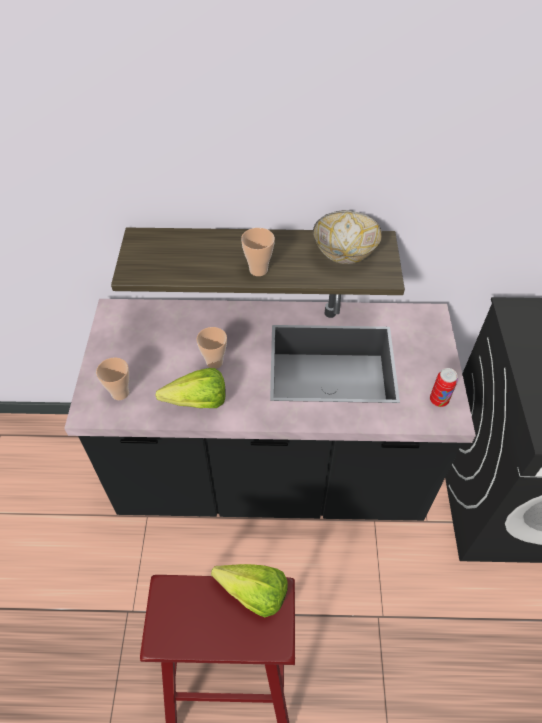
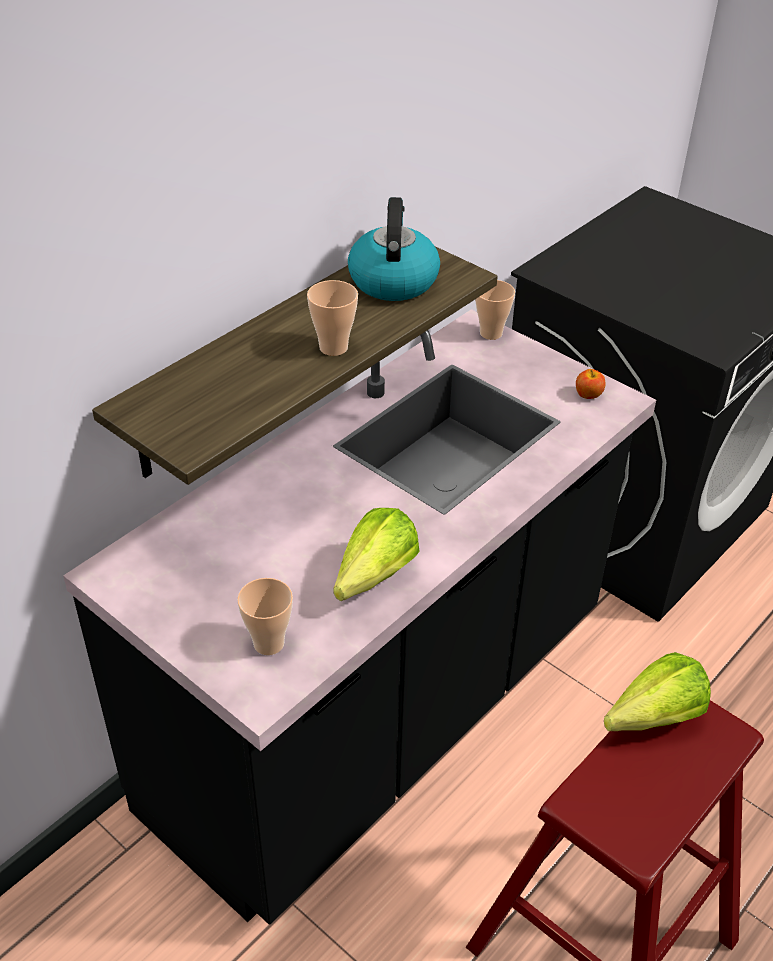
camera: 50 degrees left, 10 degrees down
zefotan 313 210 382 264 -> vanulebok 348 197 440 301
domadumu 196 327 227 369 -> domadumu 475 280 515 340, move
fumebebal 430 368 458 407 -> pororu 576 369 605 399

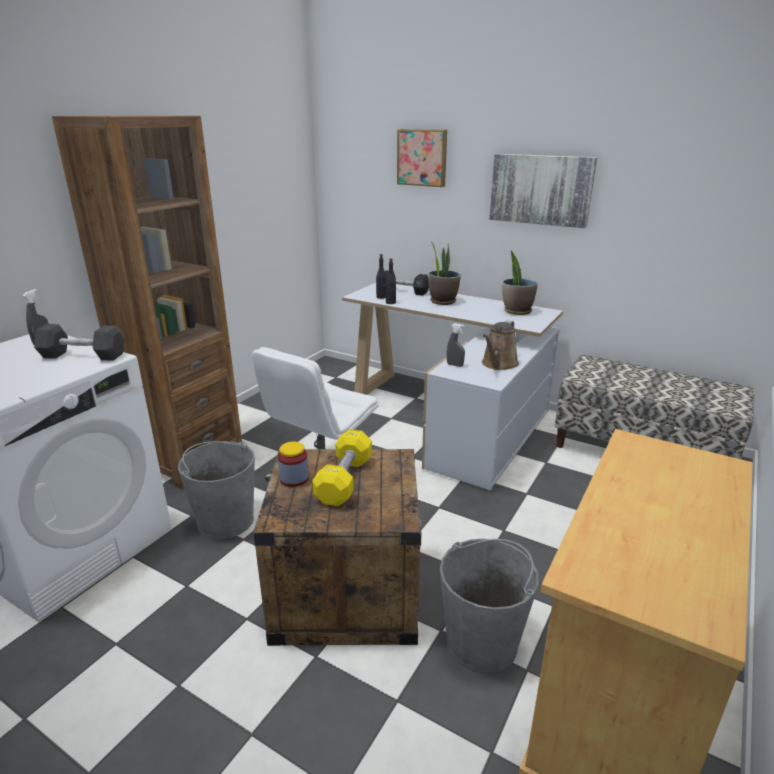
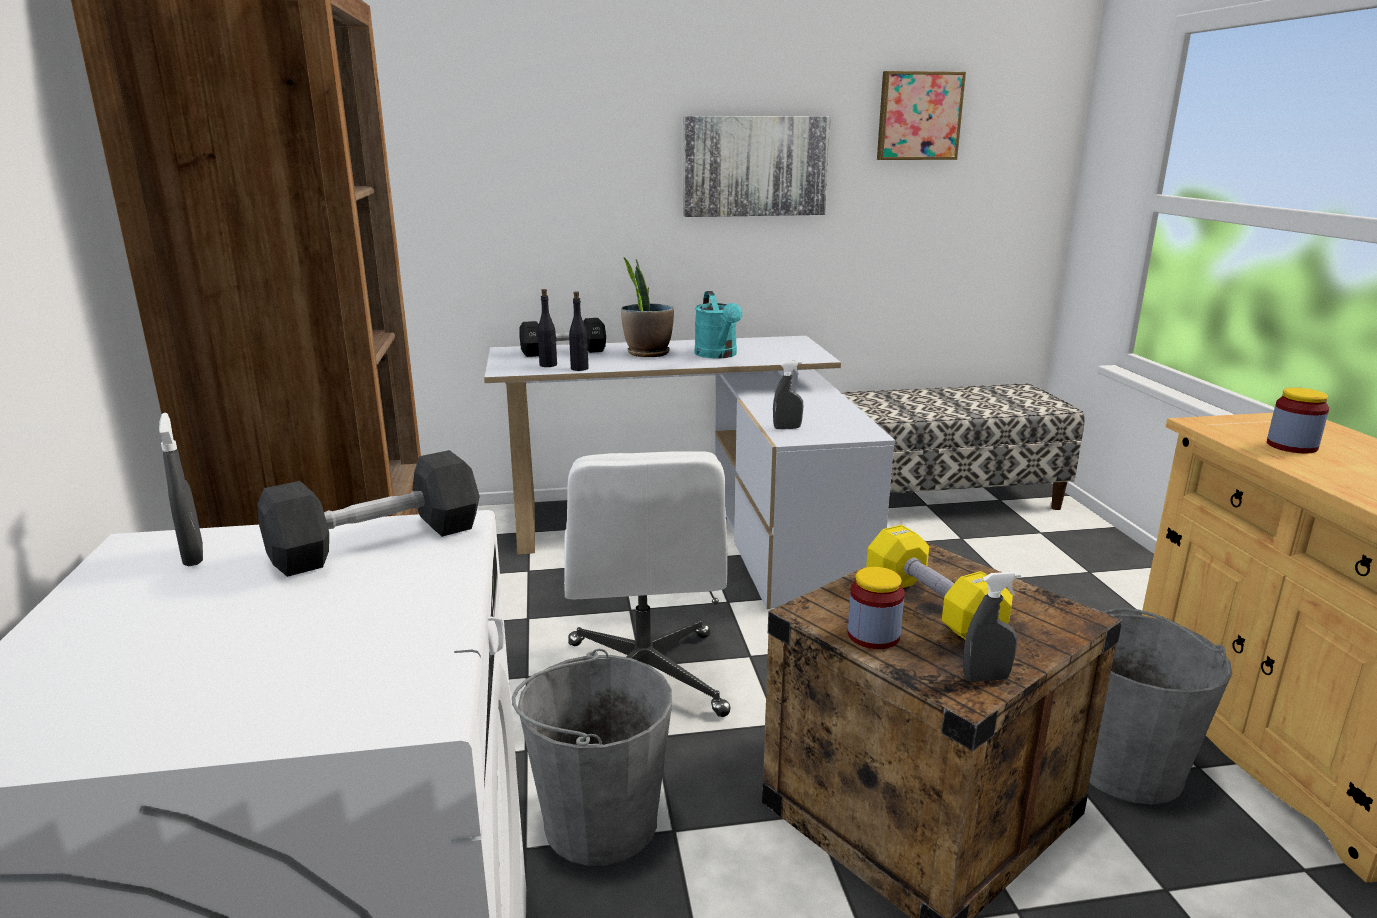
camera: 40 degrees left, 5 degrees down
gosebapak 397 129 447 187 -> gosebapak 877 71 966 160, move
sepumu 502 250 538 315 -> none
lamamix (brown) 482 321 519 370 -> none
none -> lamamix (turquoise) 695 291 742 359
none -> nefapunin 1267 388 1329 454
none -> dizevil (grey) 963 572 1021 682

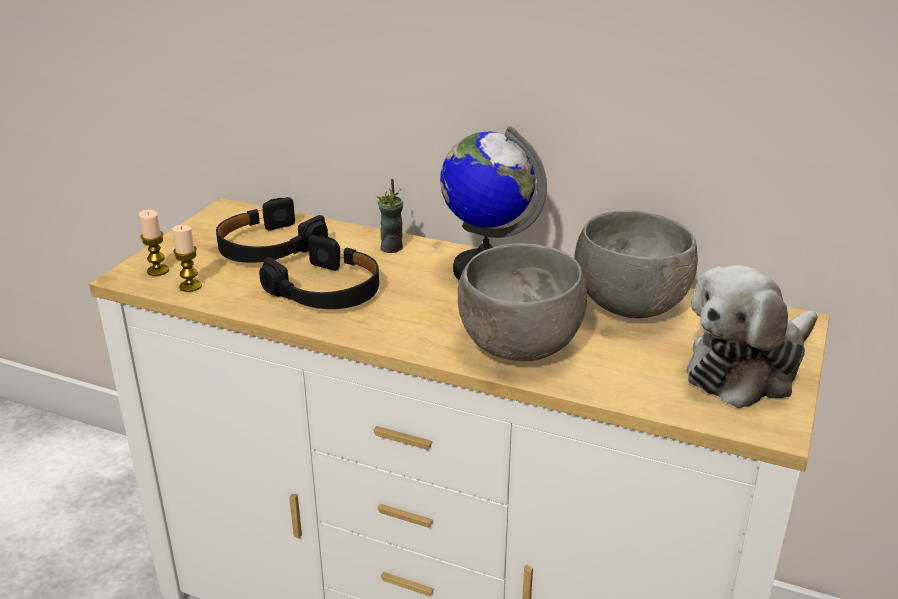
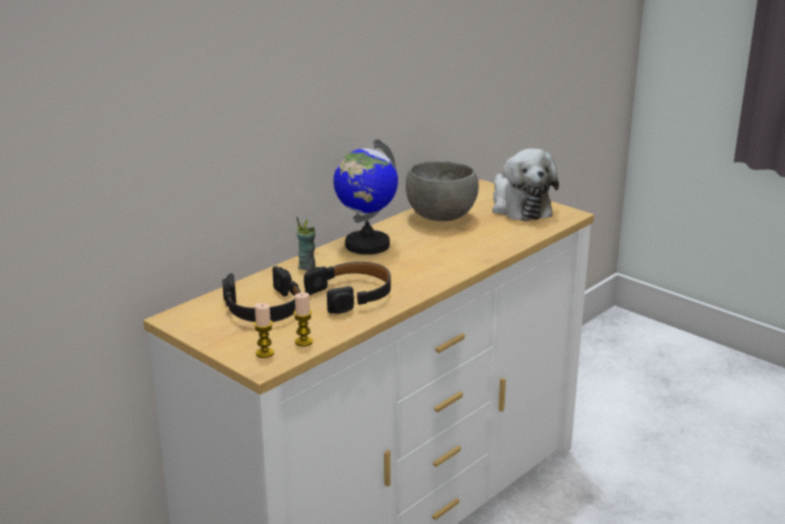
camera: 70 degrees left, 5 degrees down
zefotan (grey) 458 243 587 361 -> none

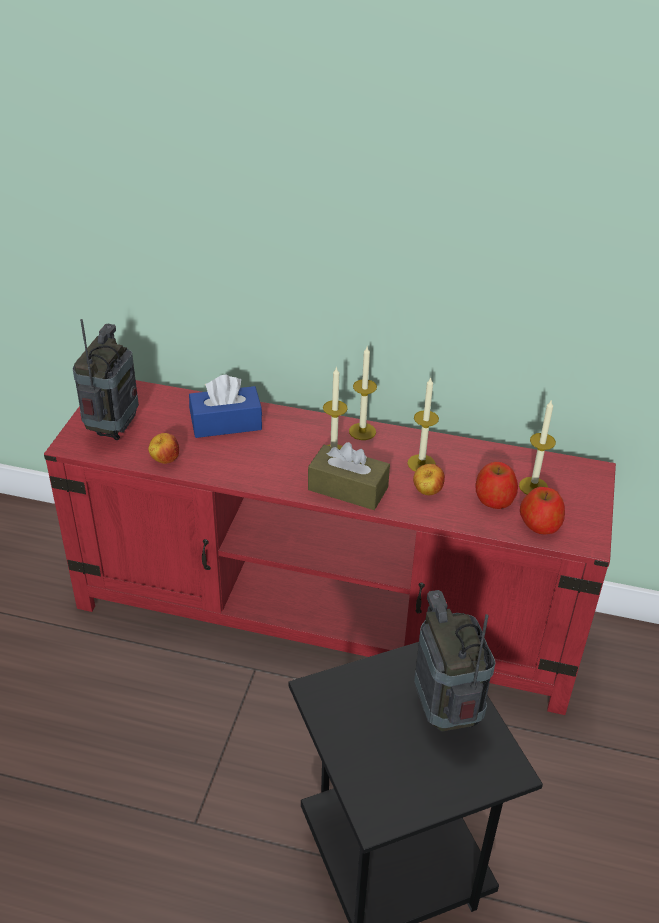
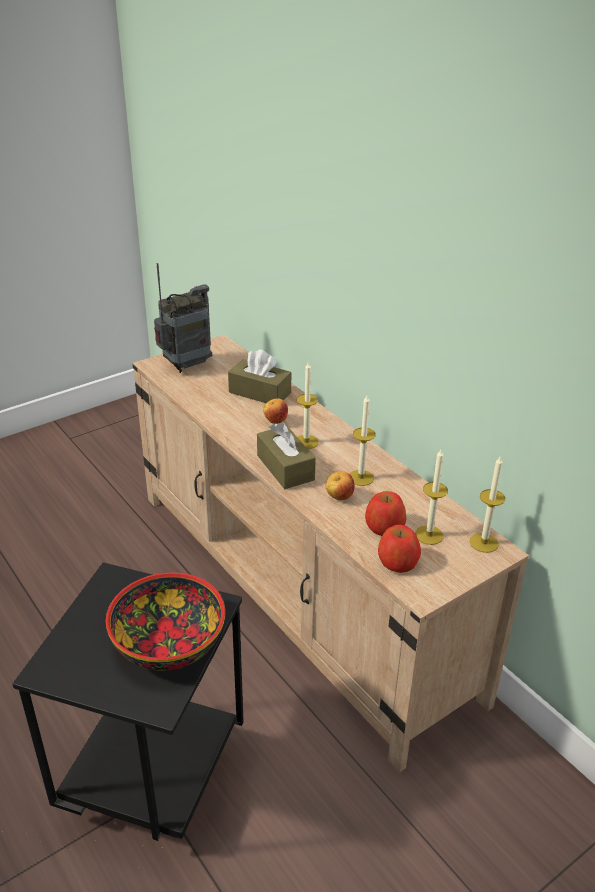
camera: 40 degrees right, 5 degrees down
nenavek 349 347 377 440 -> nenavek 470 457 505 553, move
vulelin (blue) 189 374 262 438 -> vulelin (brown) 228 349 291 403
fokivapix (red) 44 380 616 715 -> fokivapix (beige) 133 335 529 773
pororu 148 433 179 464 -> pororu 263 398 288 424, move
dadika 414 590 495 732 -> zefotan 106 573 225 671

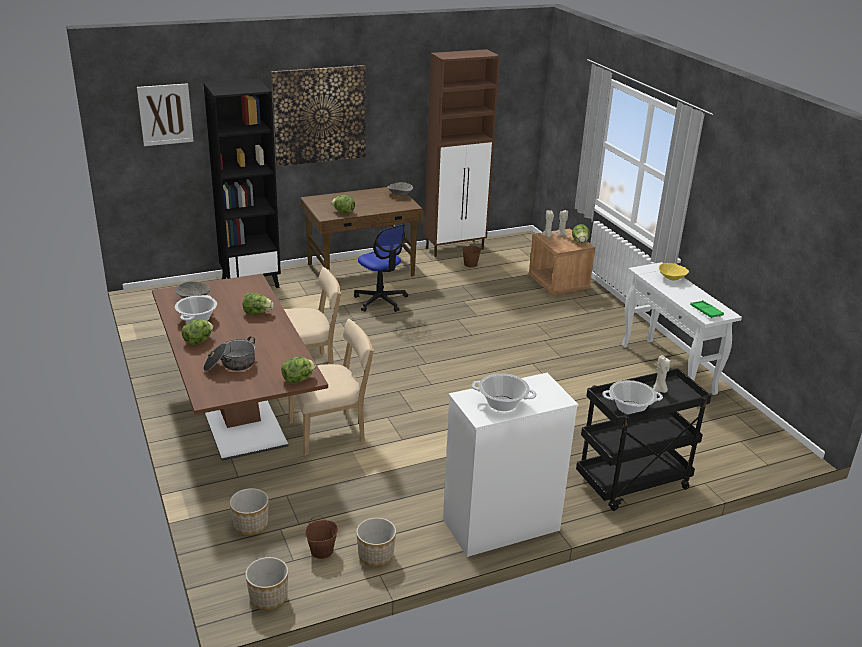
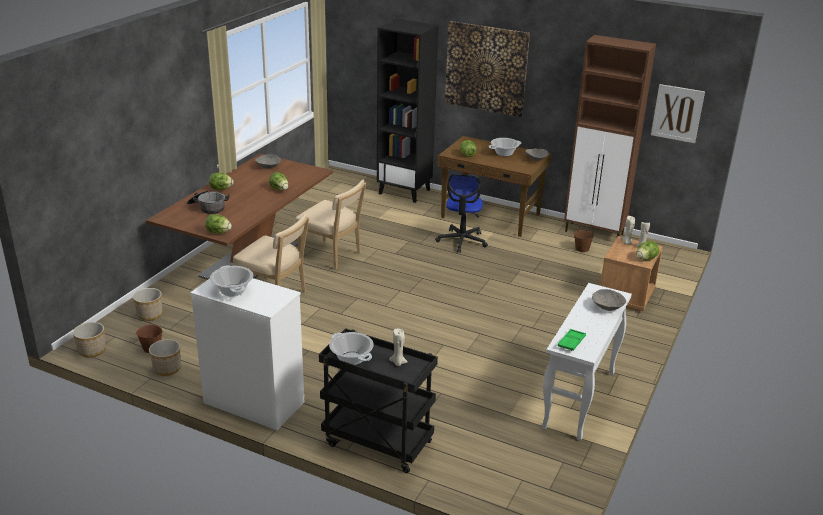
camera: 50 degrees right, 0 degrees up
gosebapak 137 83 194 146 -> gosebapak 651 84 705 143, move
zefotan (yellow) 659 263 689 281 -> zefotan (grey) 592 289 626 311
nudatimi 175 295 217 323 -> nudatimi 489 138 521 156, move

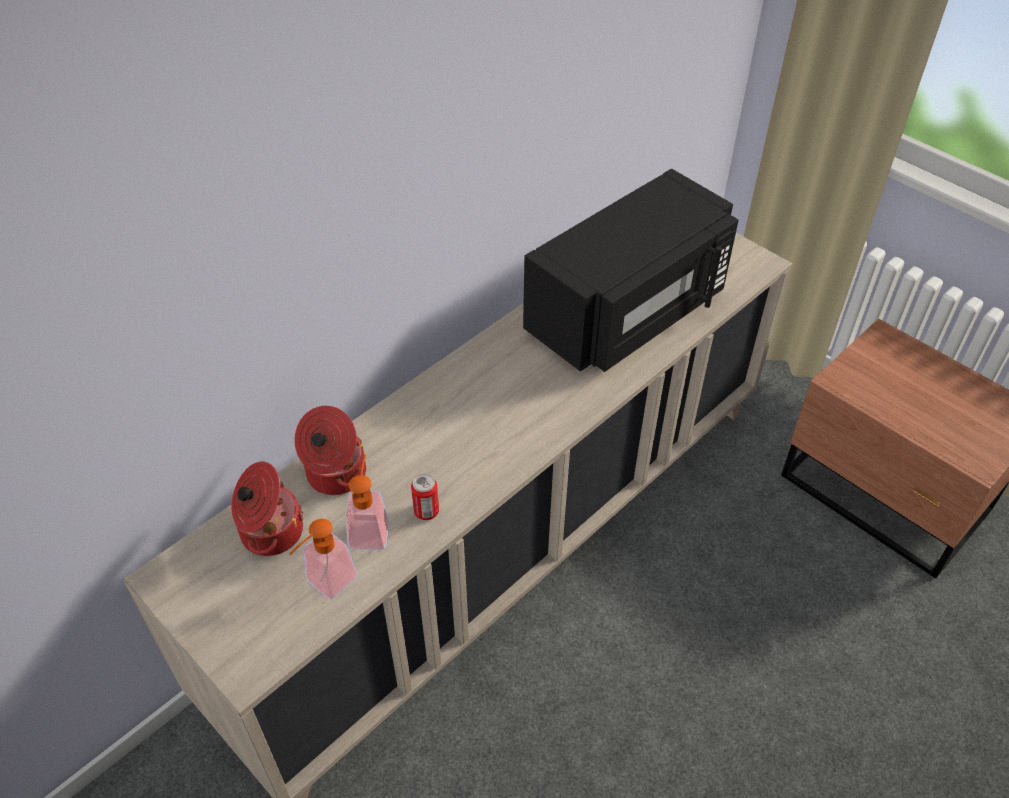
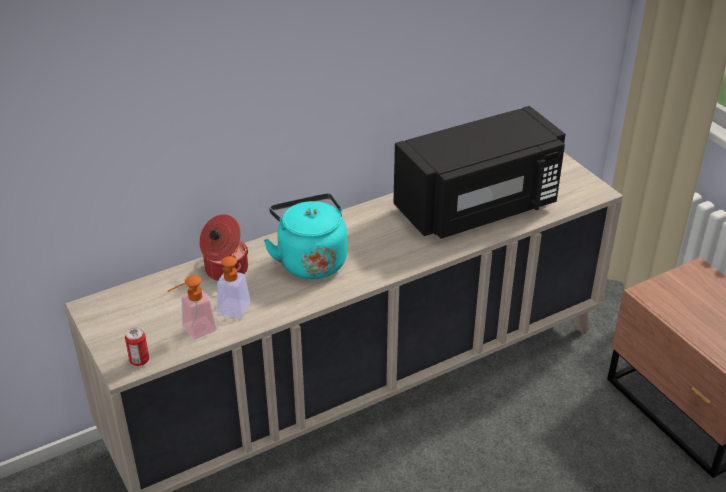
camera: 15 degrees right, 10 degrees down
nudatimi 232 462 303 556 -> none
fumebebal 411 474 439 520 -> fumebebal 125 328 149 366, move
none -> vanulebok (turquoise) 263 193 347 279

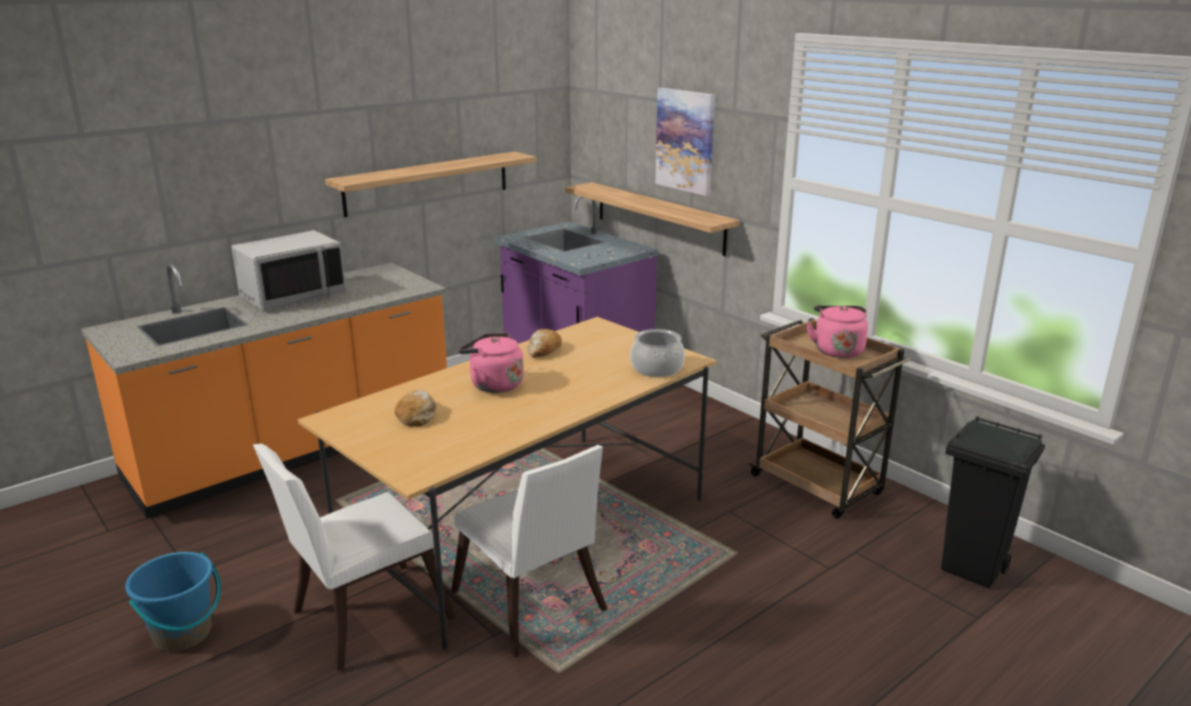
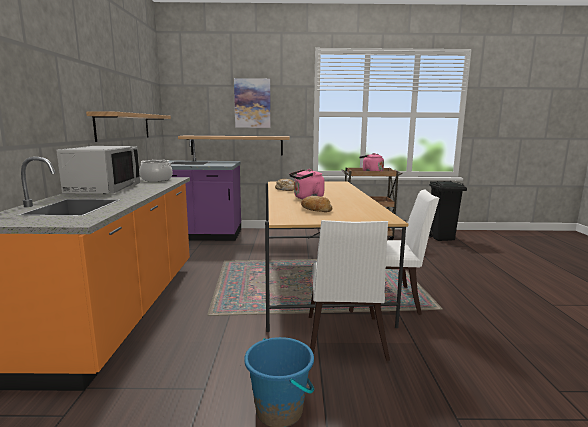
camera: 50 degrees left, 10 degrees down
nudatimi 630 329 685 377 -> nudatimi 139 160 172 182, move

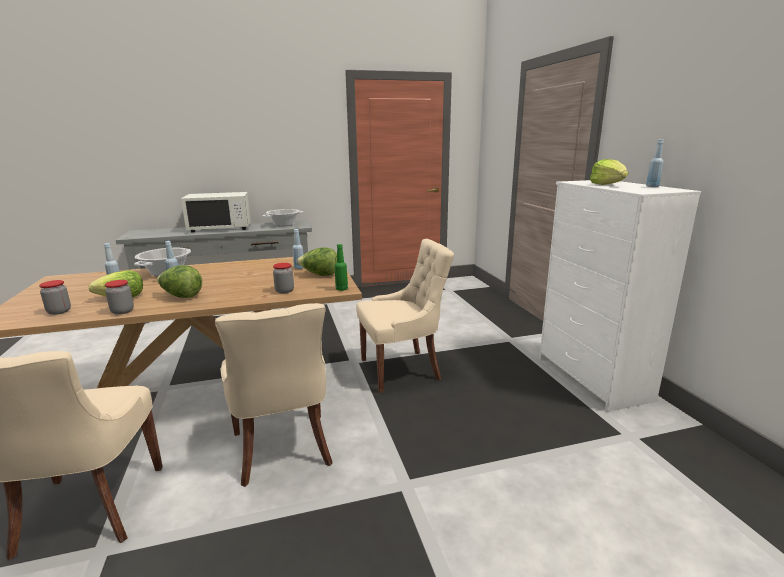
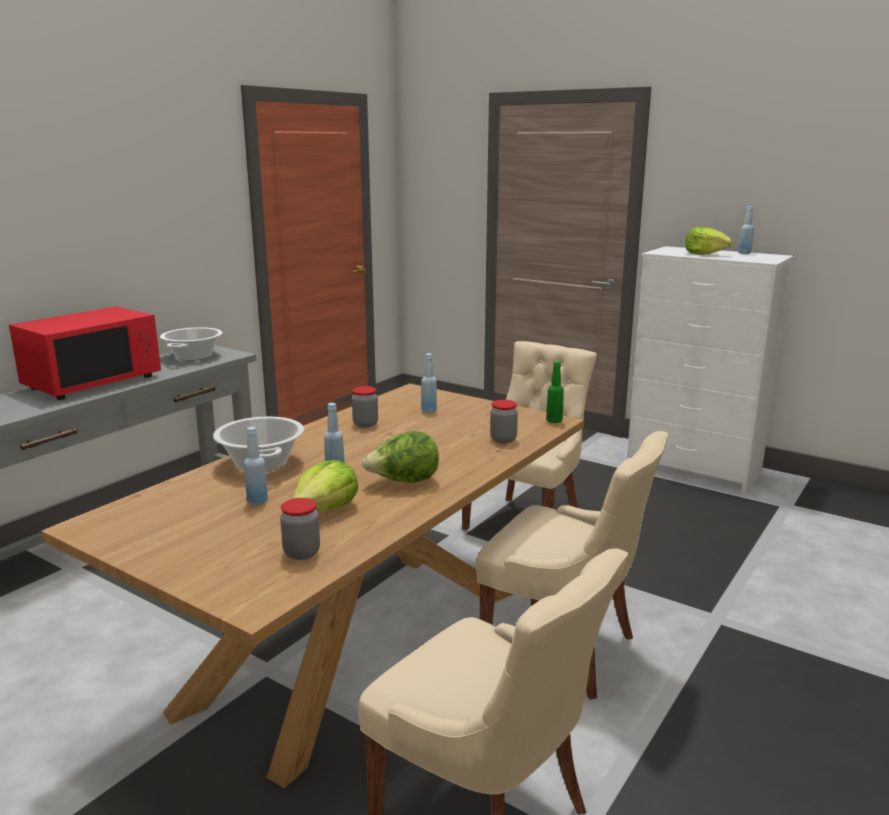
camera: 40 degrees left, 0 degrees up
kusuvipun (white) 181 192 251 233 -> kusuvipun (red) 9 306 161 400
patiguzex 297 247 337 276 -> none
nefapunin 105 280 134 315 -> nefapunin 352 386 378 428, move

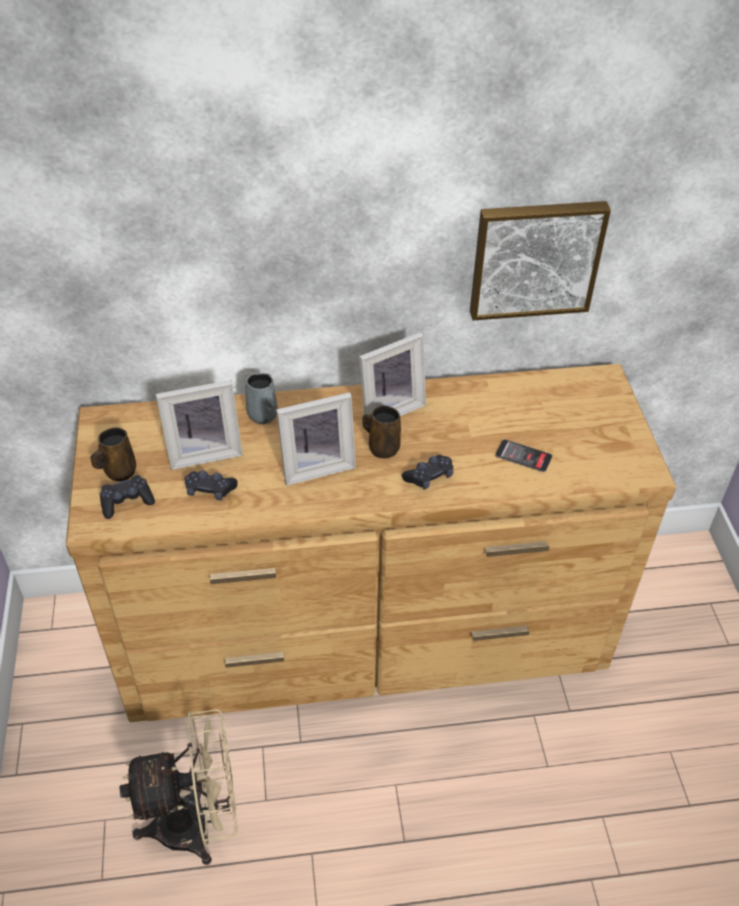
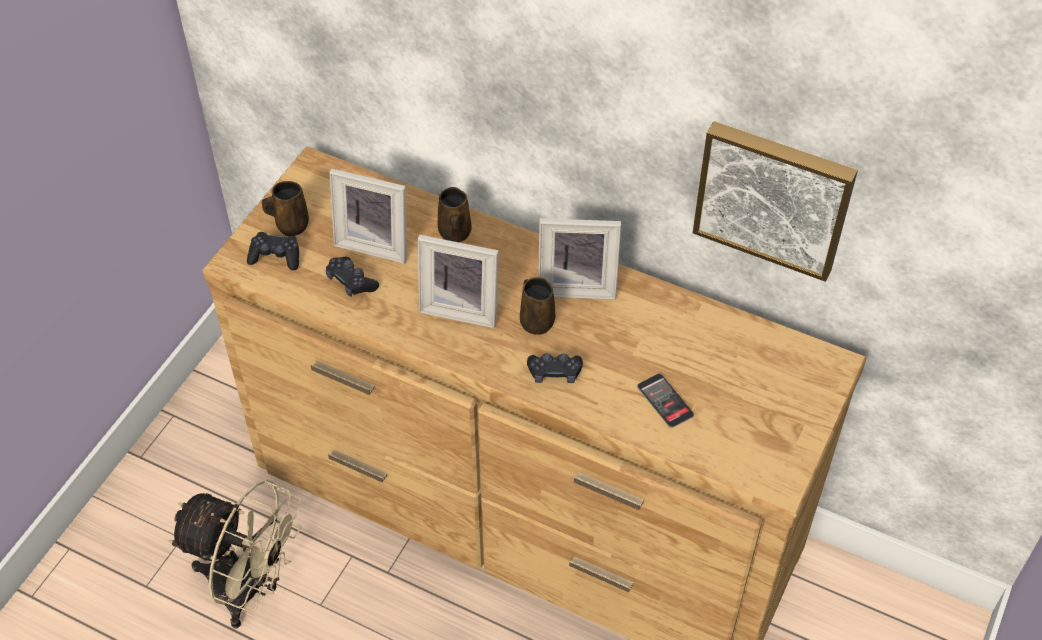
camera: 35 degrees right, 5 degrees up
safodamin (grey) 246 372 278 424 -> safodamin (brown) 438 187 472 242

